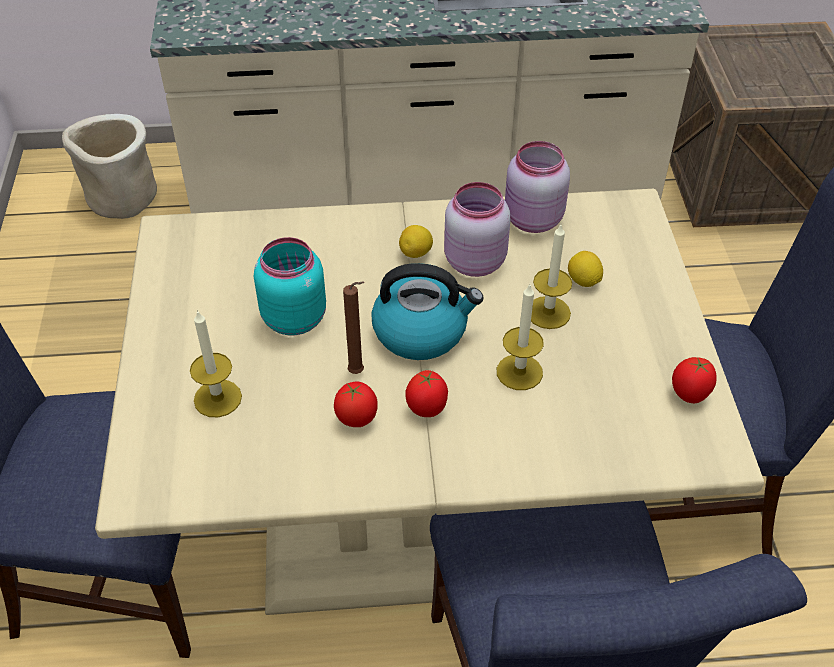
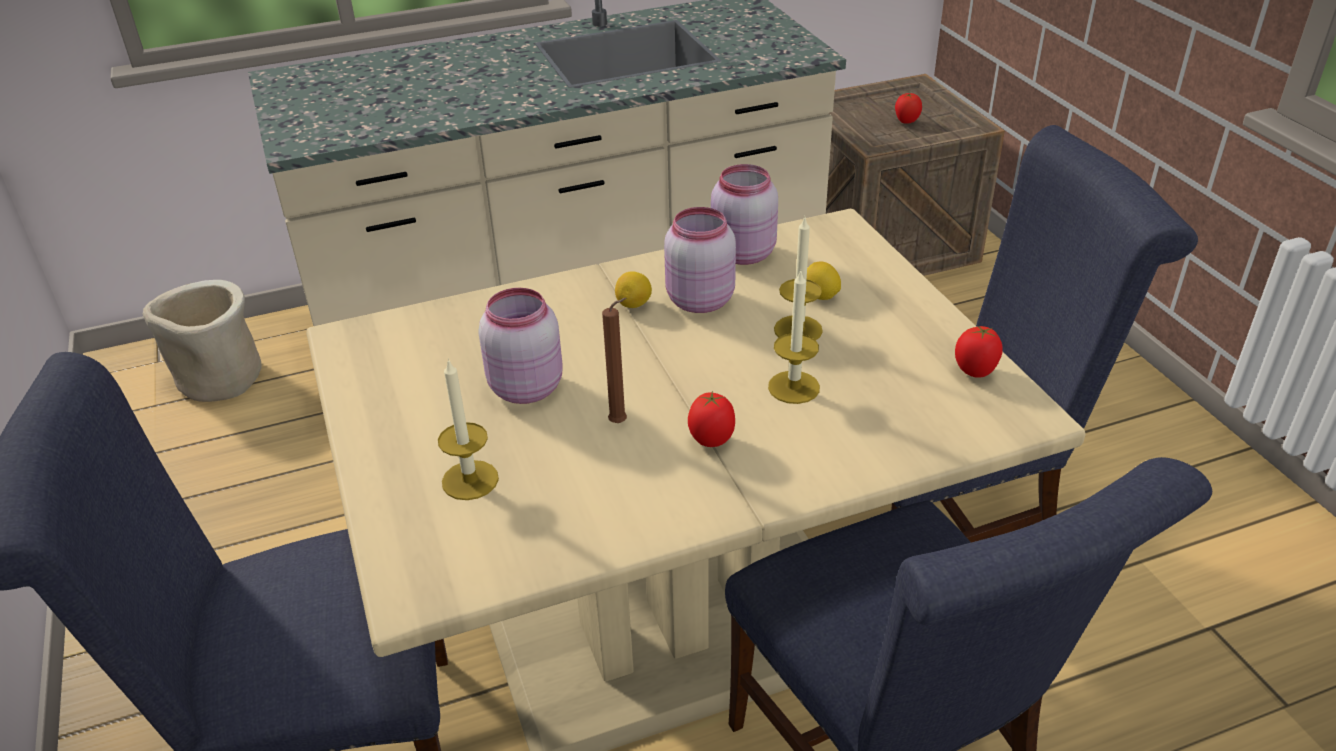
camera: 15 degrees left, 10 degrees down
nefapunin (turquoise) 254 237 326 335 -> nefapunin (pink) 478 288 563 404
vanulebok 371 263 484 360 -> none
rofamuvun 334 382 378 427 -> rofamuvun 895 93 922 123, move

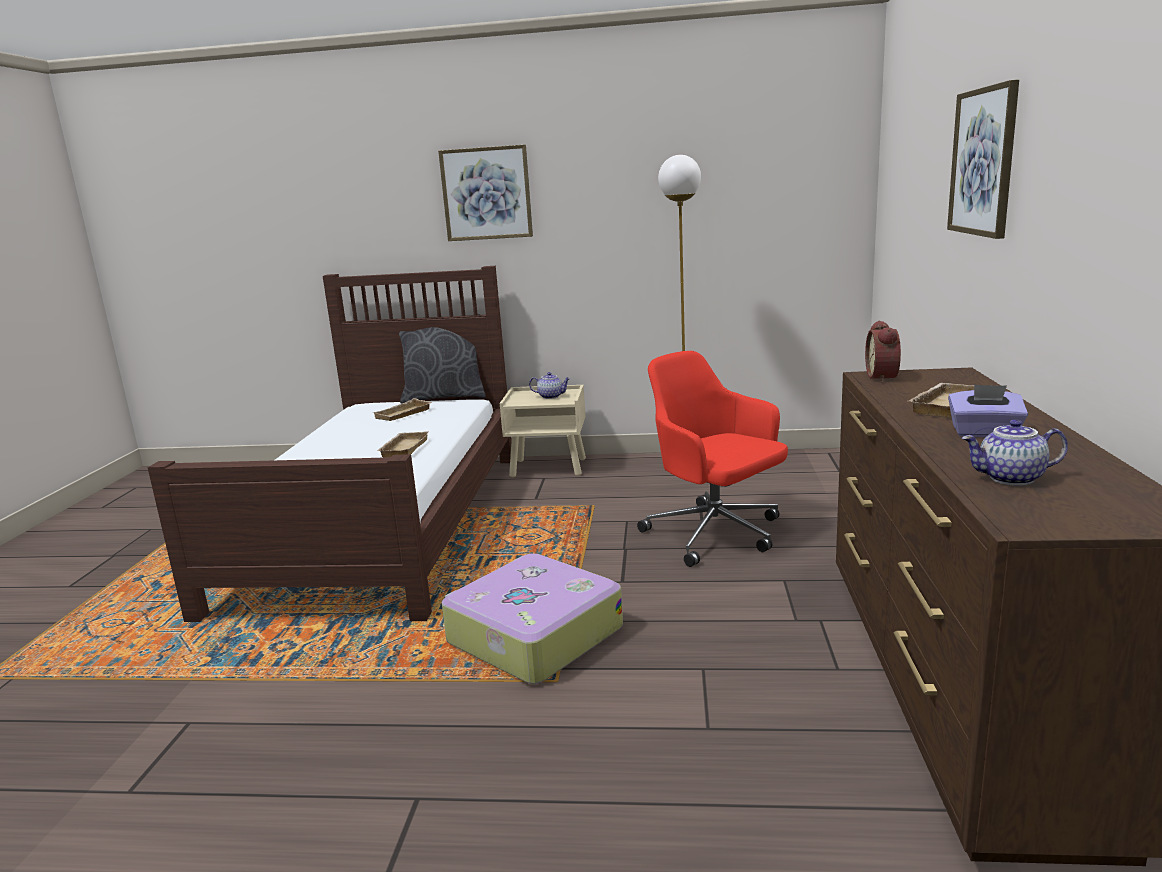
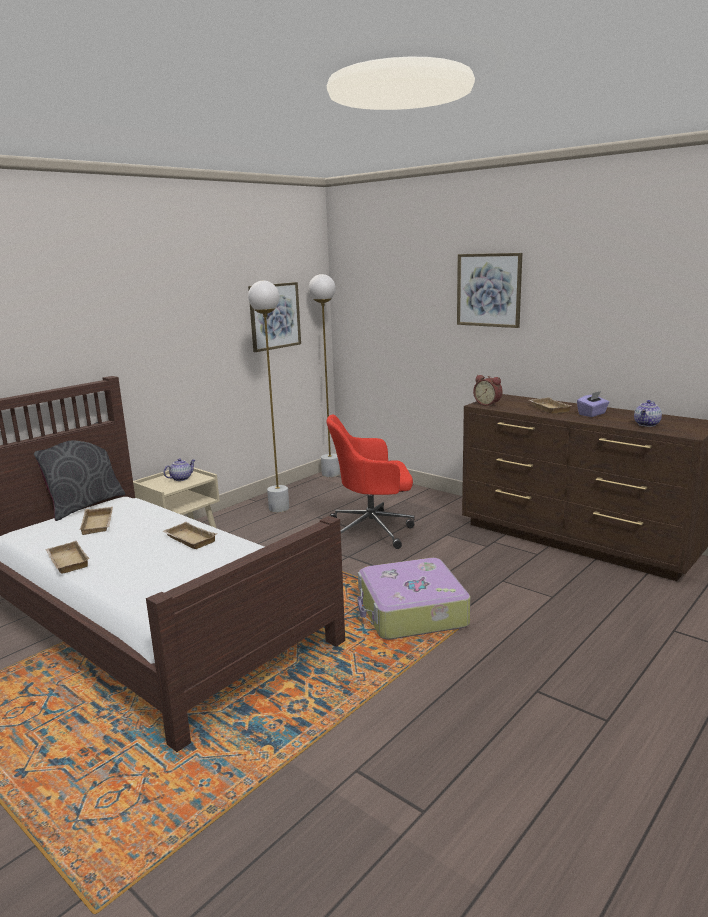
camera: 55 degrees left, 0 degrees up
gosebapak 438 145 533 241 -> gosebapak 248 282 301 352, move
none -> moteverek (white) 309 274 340 477
none -> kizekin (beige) 45 541 90 574

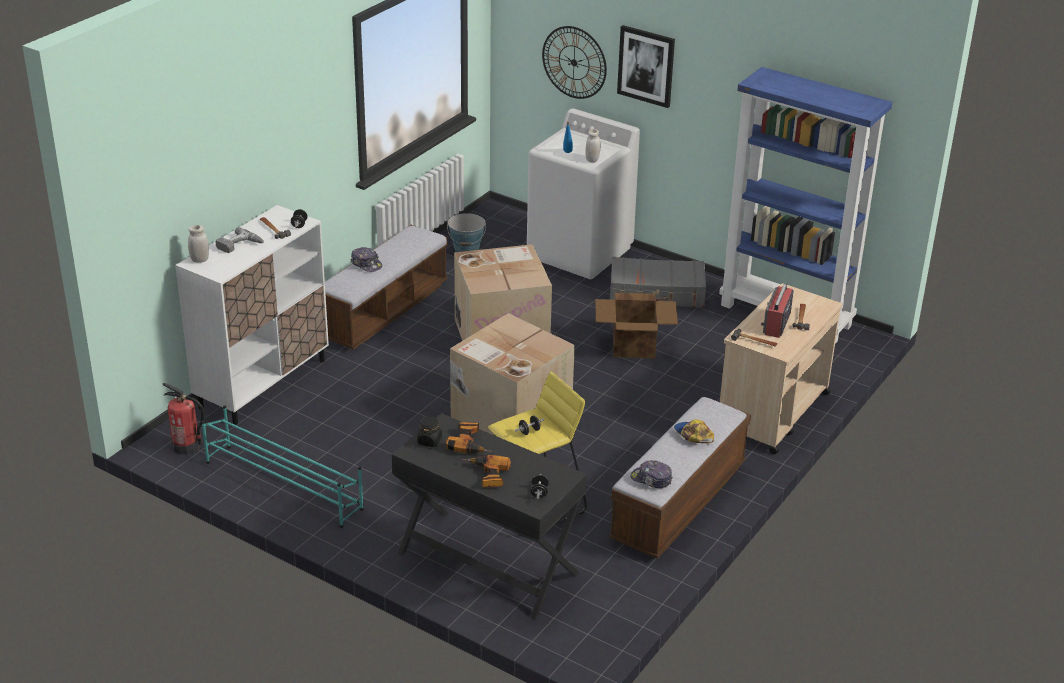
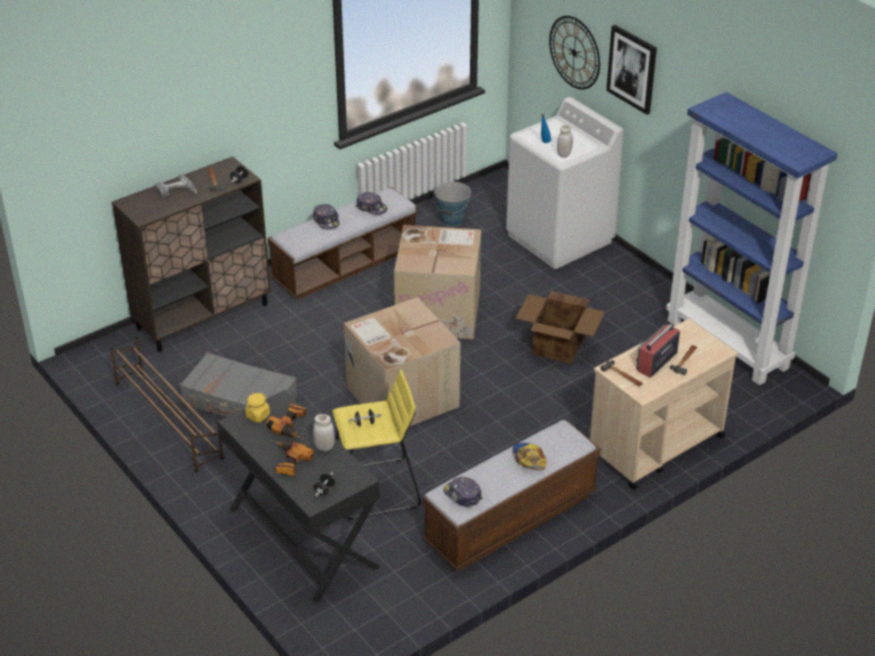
camera: 20 degrees right, 5 degrees up
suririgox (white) 175 205 329 425 -> suririgox (brown) 112 156 271 352
nefapunin (white) 188 225 209 263 -> nefapunin (white) 313 414 335 451, move
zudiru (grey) 610 257 706 308 -> zudiru (grey) 180 352 298 417, move
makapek 163 383 204 455 -> none
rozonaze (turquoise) 202 405 364 528 -> rozonaze (brown) 110 336 224 472
nefapunin (black) 417 416 442 447 -> nefapunin (yellow) 245 393 270 423
none -> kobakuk 355 192 387 215

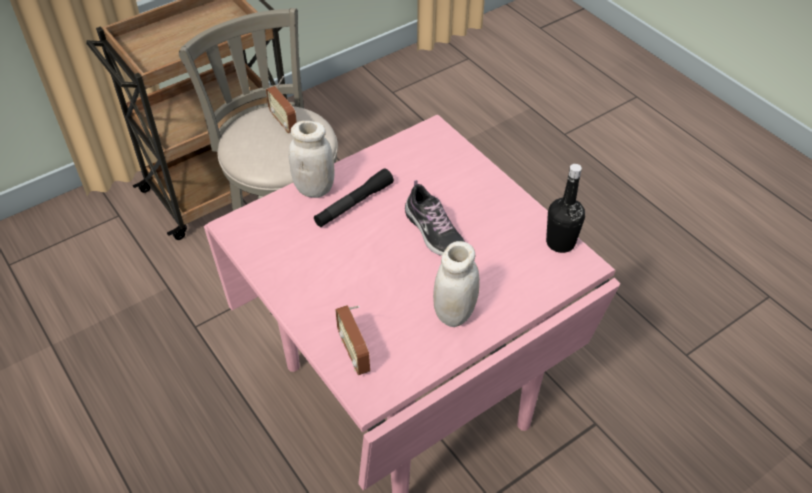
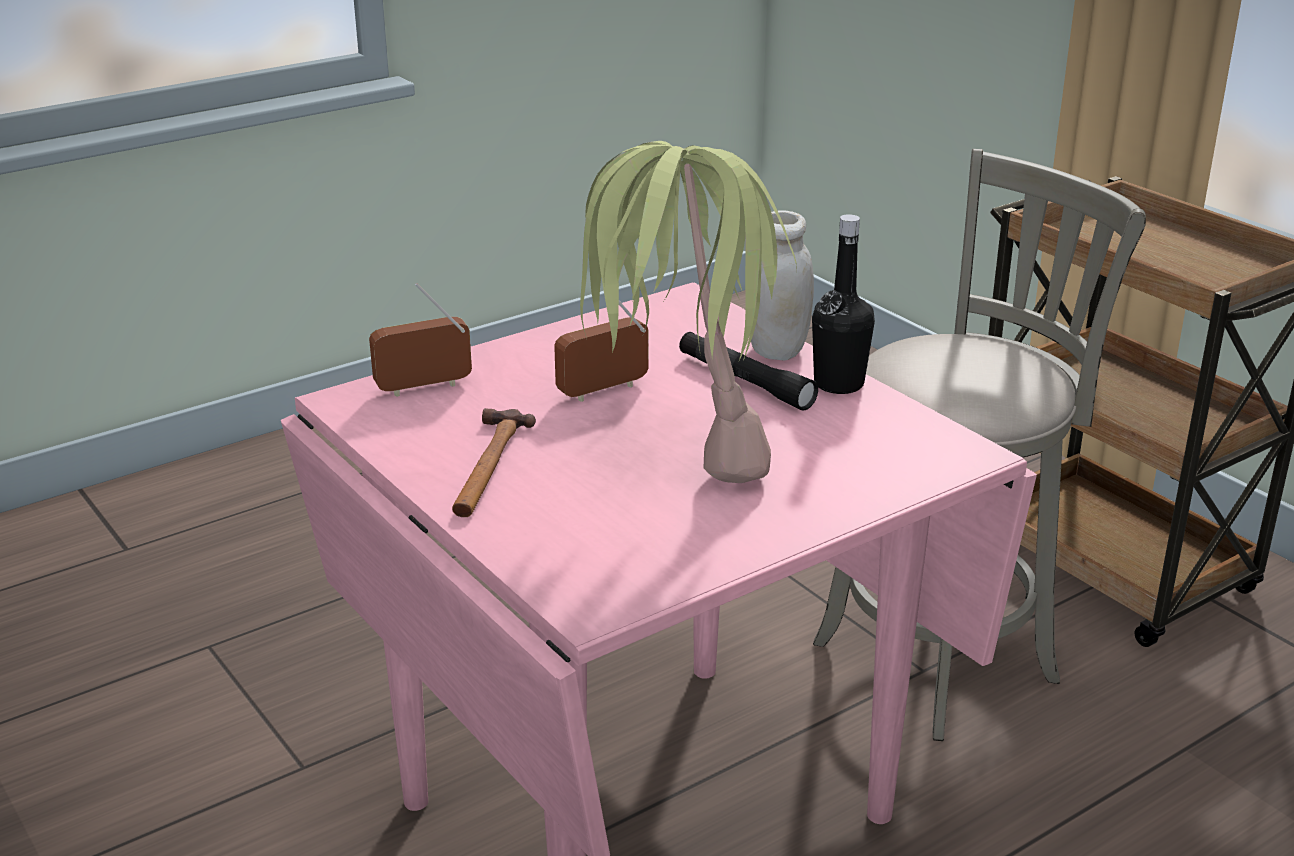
camera: 90 degrees right, 20 degrees down
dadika 266 76 297 133 -> dadika 554 301 648 402, move
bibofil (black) 546 164 585 253 -> bibofil (black) 812 214 875 394, move
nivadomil 405 180 465 256 -> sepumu 580 141 797 483
nefapunin (white) 433 241 480 327 -> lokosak 452 408 536 517

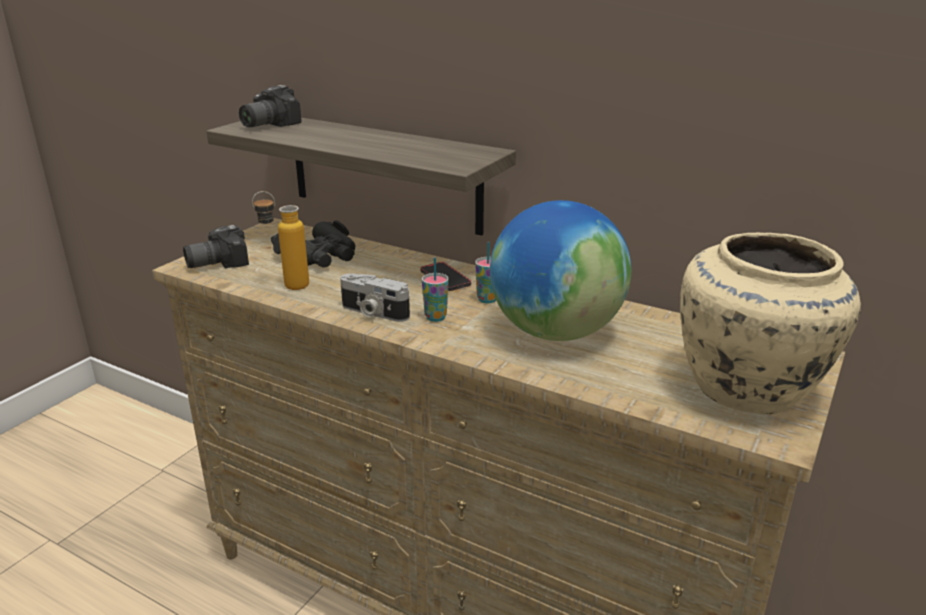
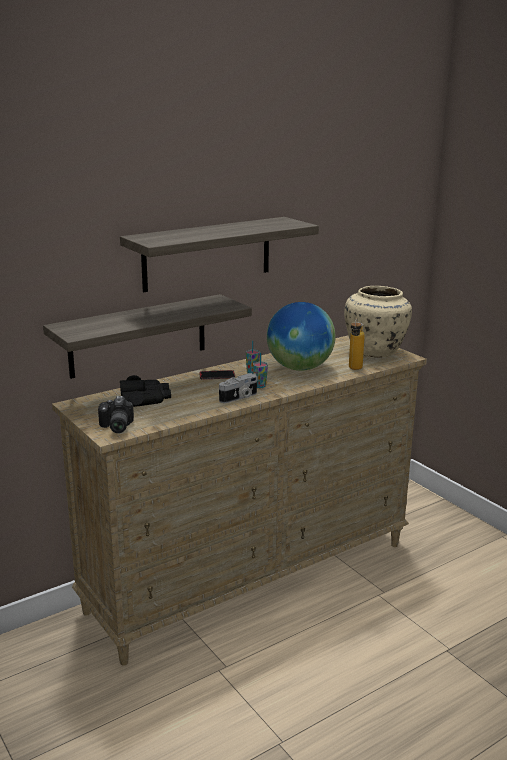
camera: 65 degrees left, 5 degrees down
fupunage 239 85 302 128 -> none
bibofil 252 191 309 290 -> bibofil 349 318 365 370, move
none -> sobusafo 120 217 319 292

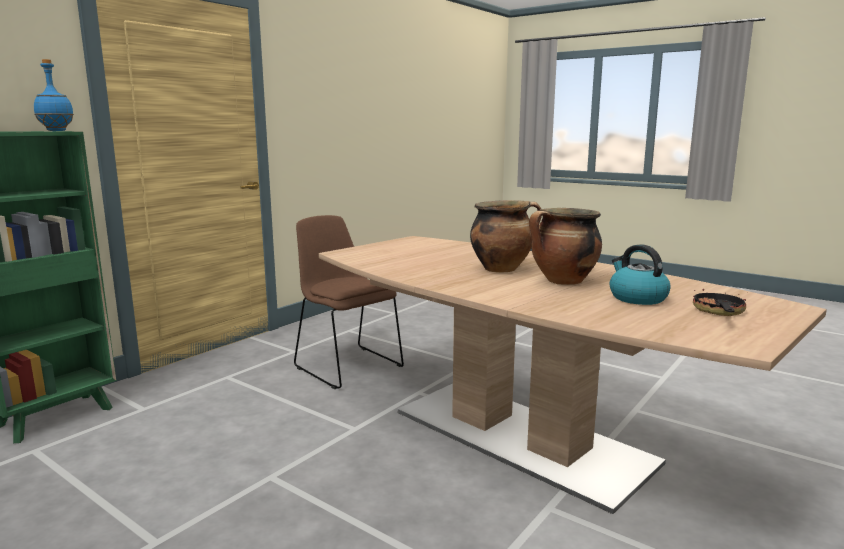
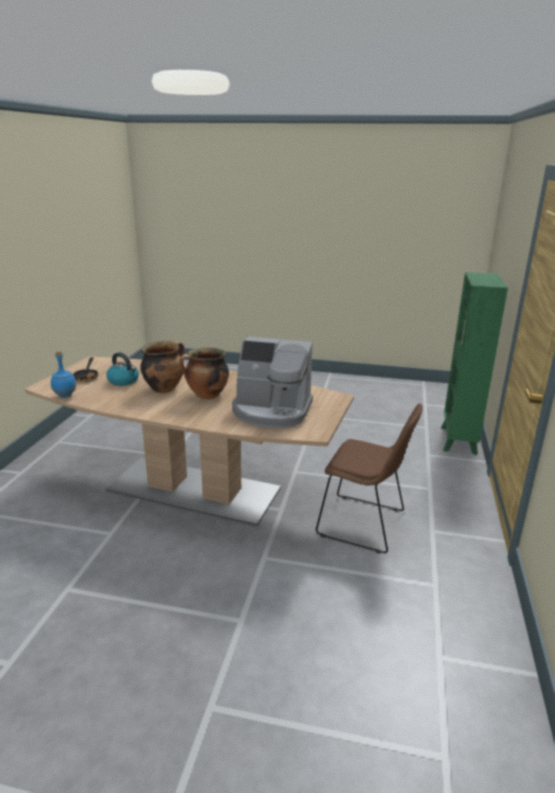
camera: 155 degrees right, 10 degrees up
bibofil (blue) 34 59 74 131 -> bibofil (blue) 51 351 77 398, move
none -> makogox 232 337 313 429

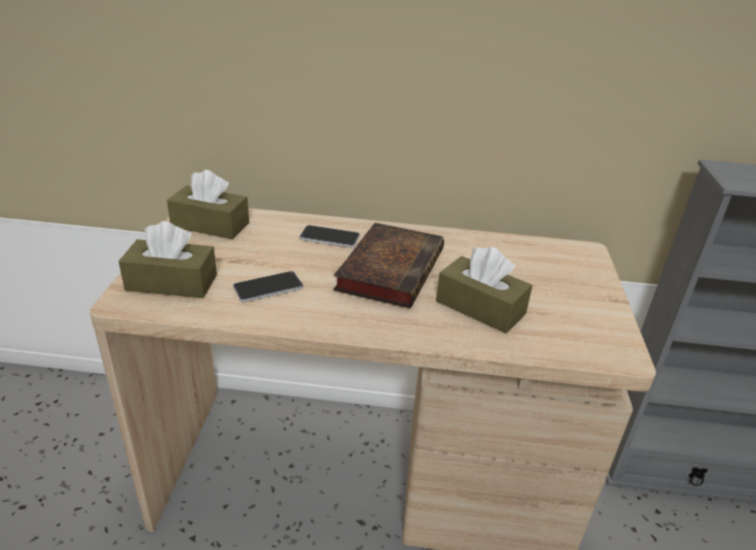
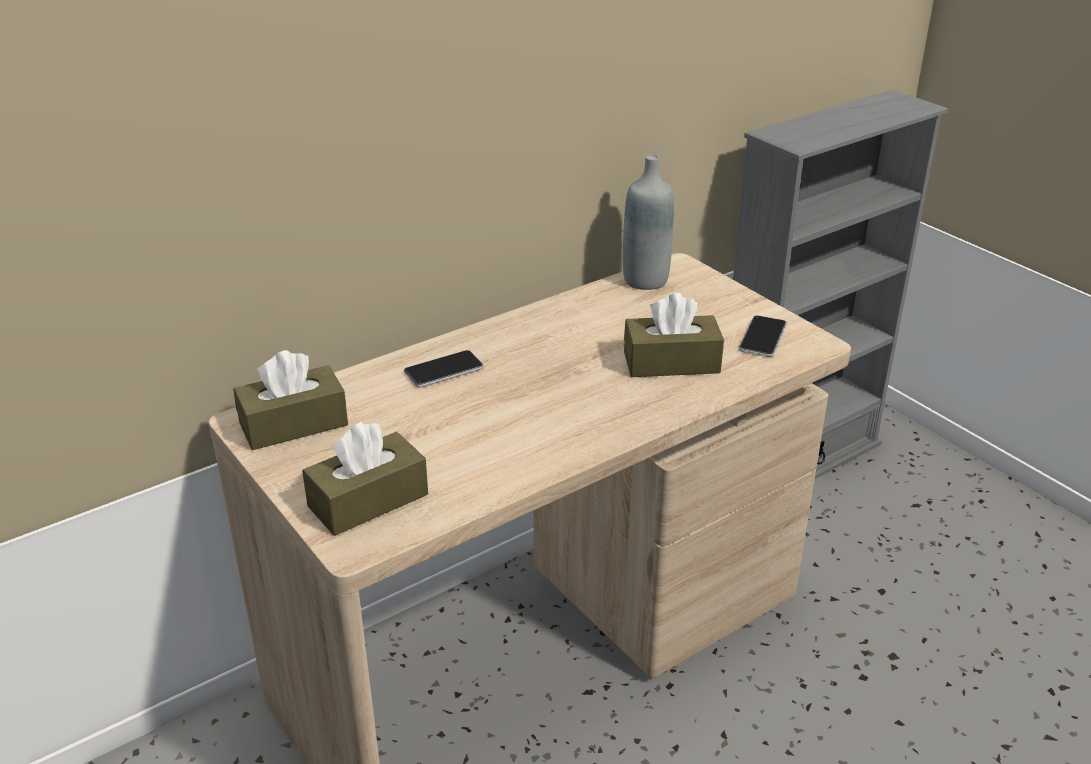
camera: 40 degrees left, 0 degrees up
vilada 333 223 444 308 -> none
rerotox 233 271 303 302 -> rerotox 739 315 787 357, move
none -> bibofil (grey) 623 155 674 290

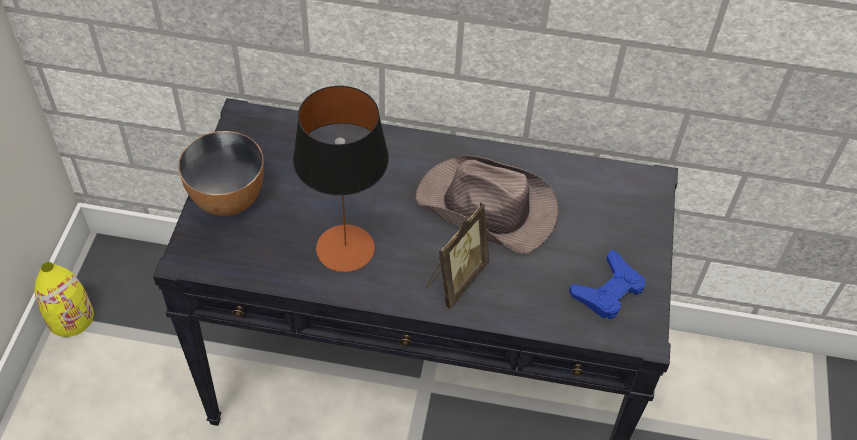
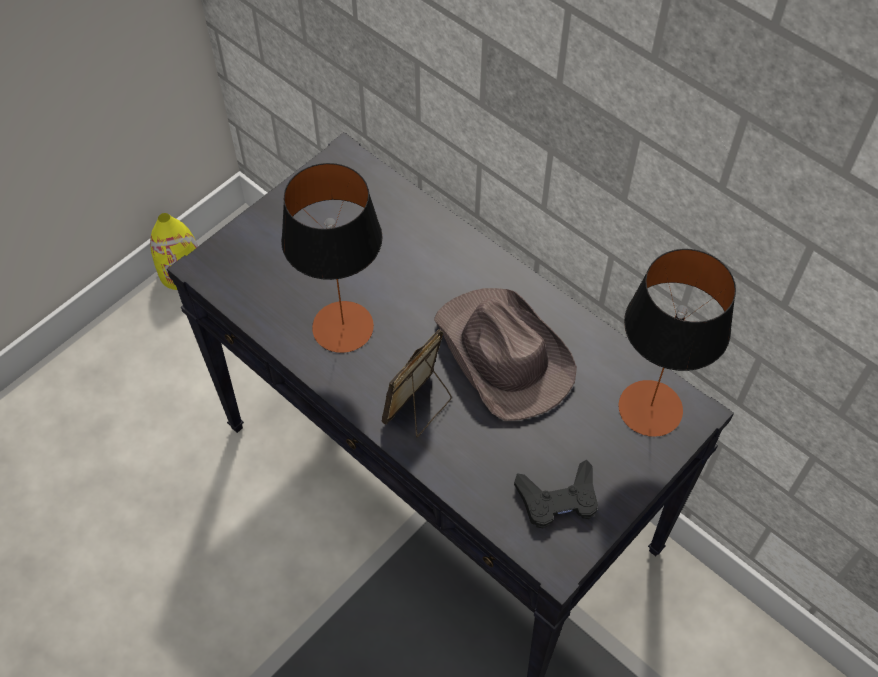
camera: 35 degrees right, 5 degrees up
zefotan 178 131 264 216 -> none
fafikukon 426 203 489 309 -> fafikukon 382 329 452 437, 150 degrees clockwise
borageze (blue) 569 250 646 319 -> borageze (black) 514 460 598 528
none -> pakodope 619 249 736 437

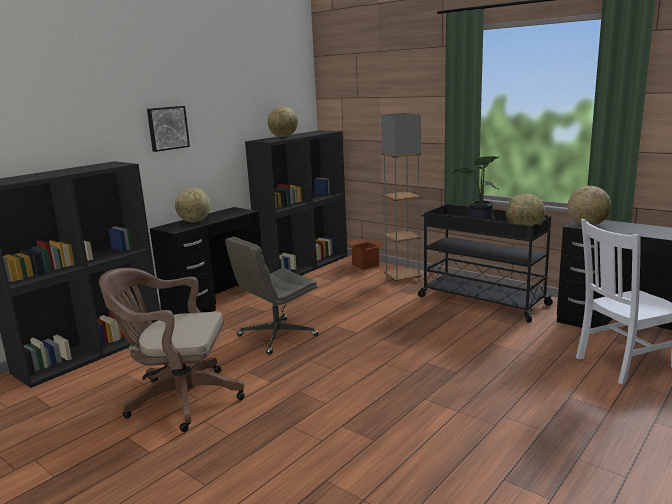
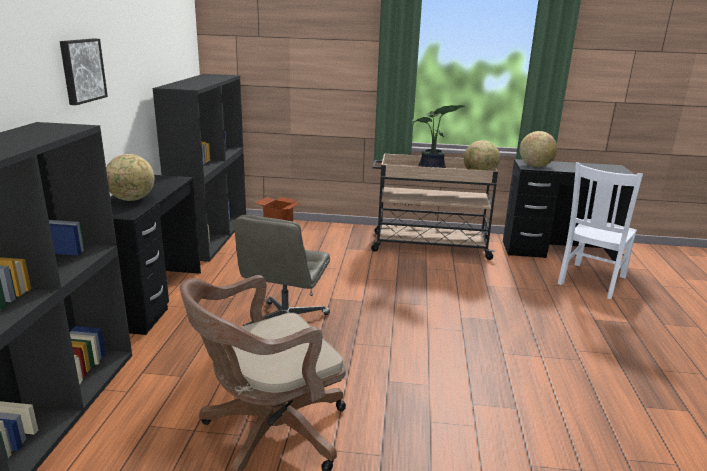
camera: 35 degrees left, 5 degrees up
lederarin 268 106 298 137 -> none
moteverek (grey) 381 113 421 285 -> none
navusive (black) 418 204 555 323 -> navusive (beige) 371 154 498 260

